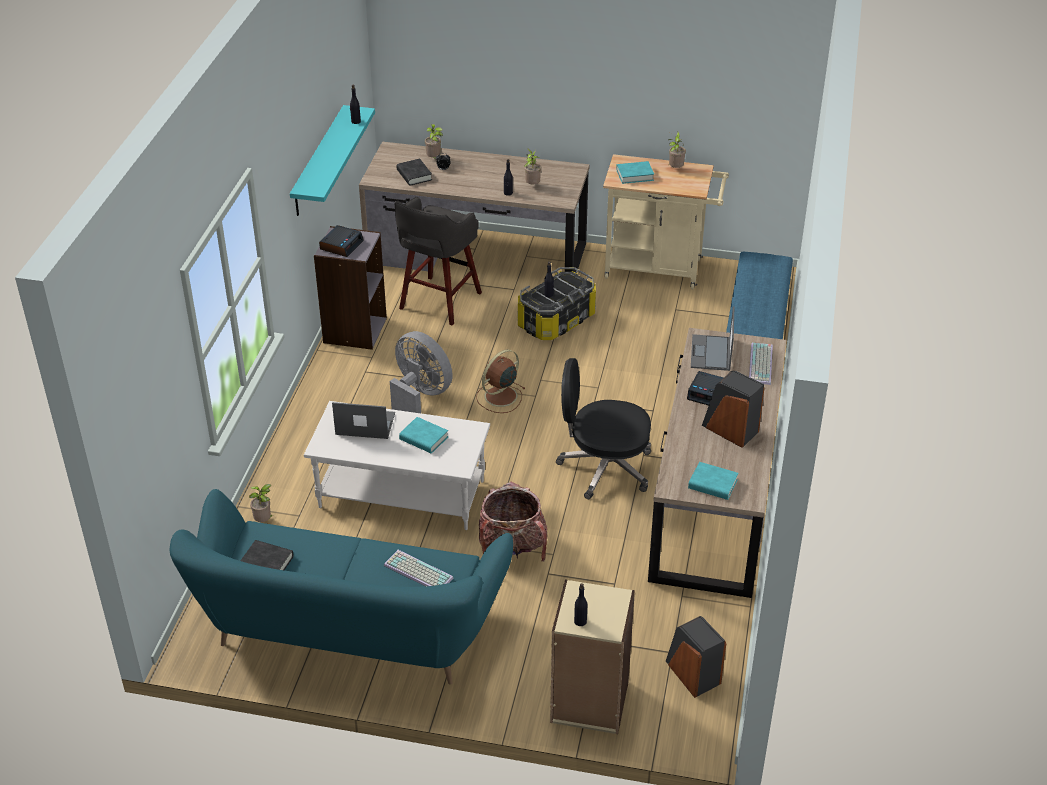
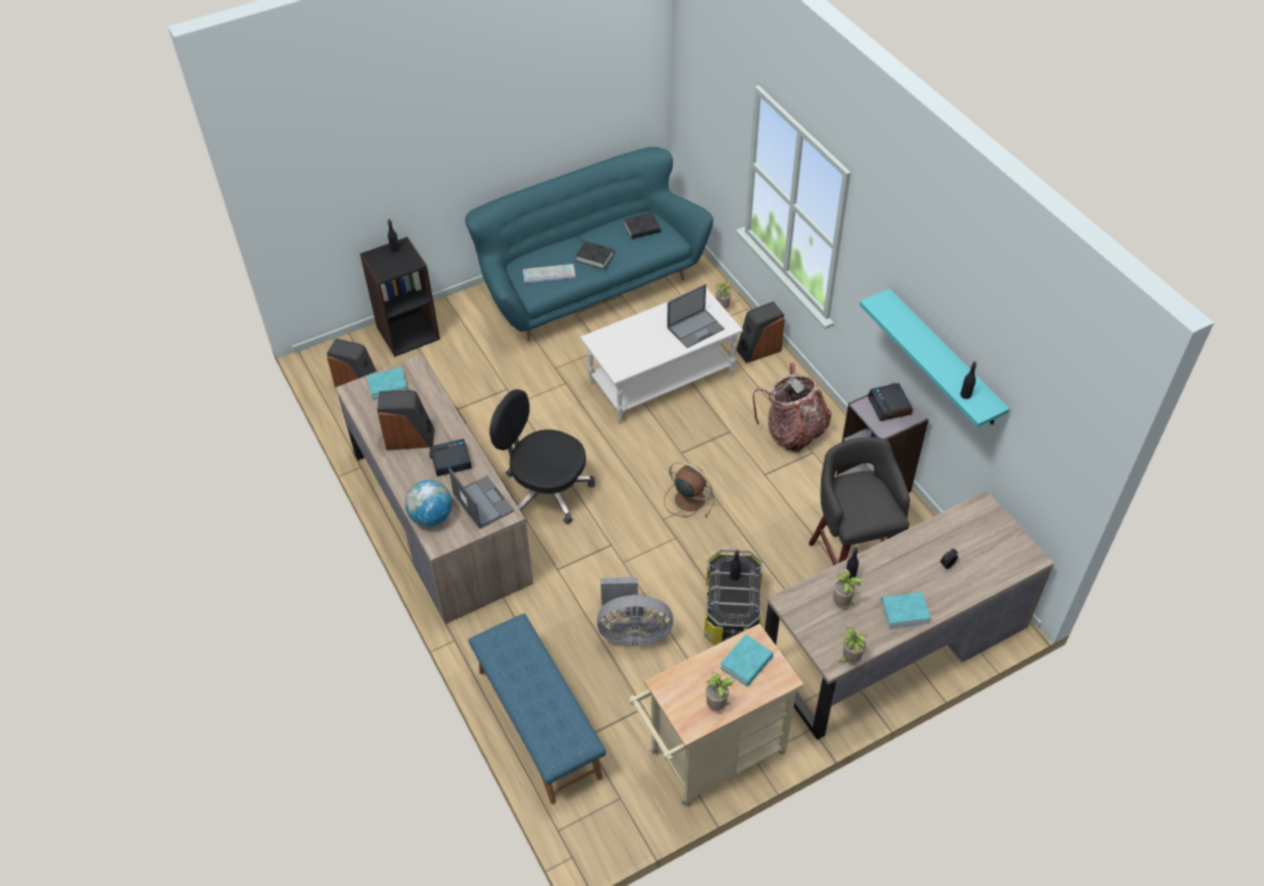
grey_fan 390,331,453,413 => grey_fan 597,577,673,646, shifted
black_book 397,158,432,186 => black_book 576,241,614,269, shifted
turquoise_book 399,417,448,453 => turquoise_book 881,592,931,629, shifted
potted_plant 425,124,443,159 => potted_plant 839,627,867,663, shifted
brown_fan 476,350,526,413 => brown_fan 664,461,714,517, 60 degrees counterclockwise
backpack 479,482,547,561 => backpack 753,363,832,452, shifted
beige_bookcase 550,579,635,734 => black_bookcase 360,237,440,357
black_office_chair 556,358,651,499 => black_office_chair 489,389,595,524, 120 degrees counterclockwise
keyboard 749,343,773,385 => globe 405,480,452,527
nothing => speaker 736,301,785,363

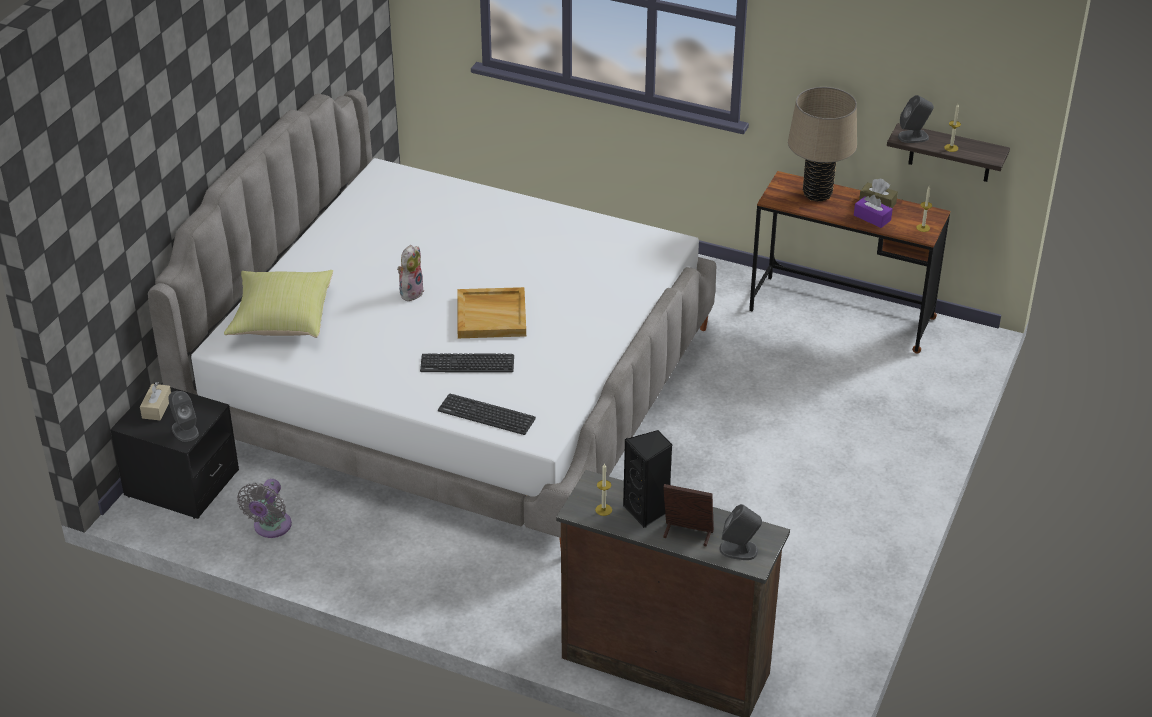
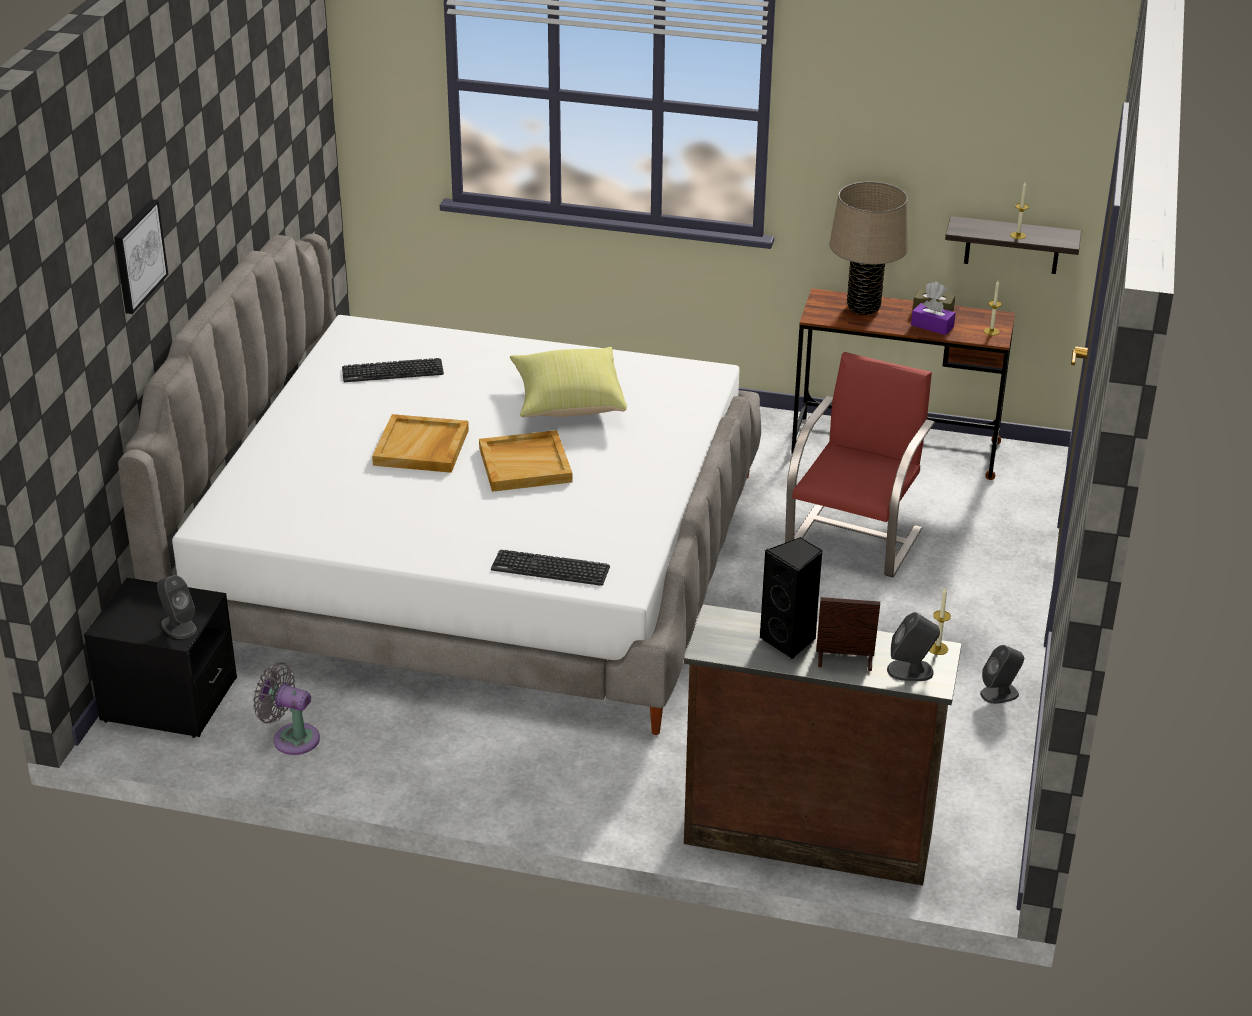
beige_tissue_box 140,382,171,420 => nothing
yellow_pillow 224,270,333,338 => yellow_pillow 510,347,627,417, shifted
grey_fan 237,479,292,538 => grey_fan 253,663,320,755, 105 degrees clockwise
plush_toy 397,245,424,301 => beige_tray 372,414,469,473
keyboard 420,353,514,373 => keyboard 342,358,444,382, shifted
candle 595,463,612,516 => candle 929,587,951,655, shifted
grey_speaker 898,95,934,143 => grey_speaker 980,645,1024,704, shifted
nothing => picture 114,199,169,314
nothing => red_chair 785,352,935,577

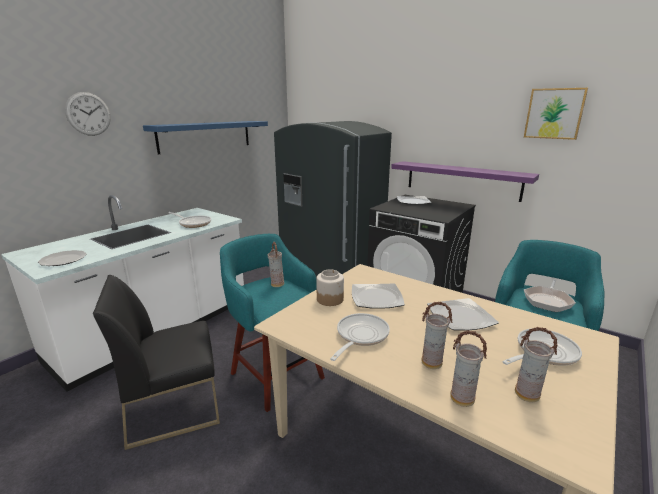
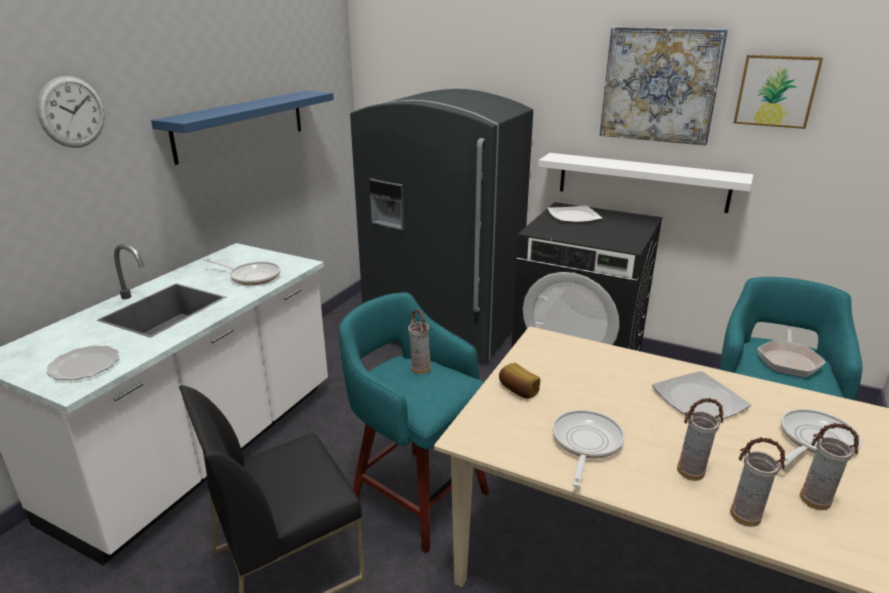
jar 316,269,344,306 => bread 499,363,540,399
plate 352,283,405,309 => nothing
purple_shelf 391,161,539,202 => white_shelf 538,153,753,213
nothing => picture 600,27,728,146

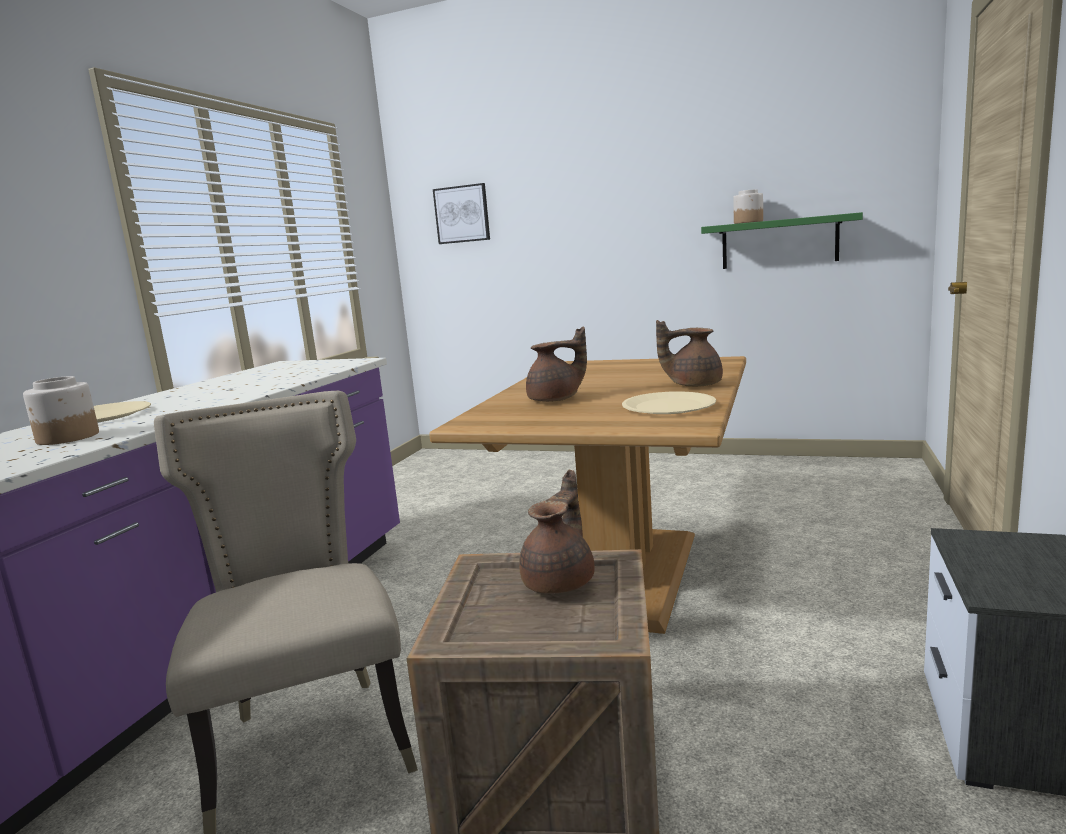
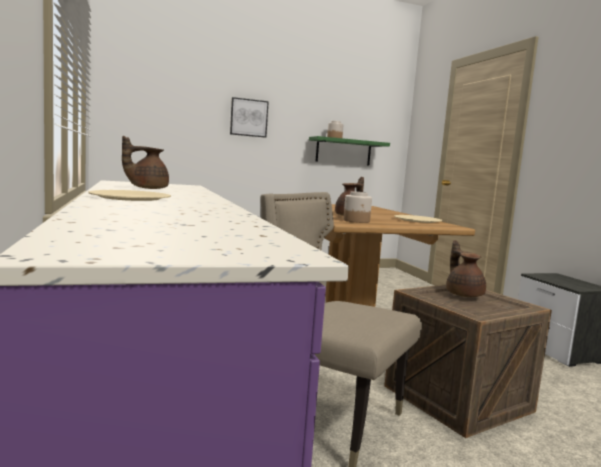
jar 23,376,99,445 => jar 343,191,372,223, shifted
picture 433,183,490,244 => picture 230,97,269,138, shifted
brown_teapot 656,320,723,387 => brown_teapot 122,136,169,189, shifted

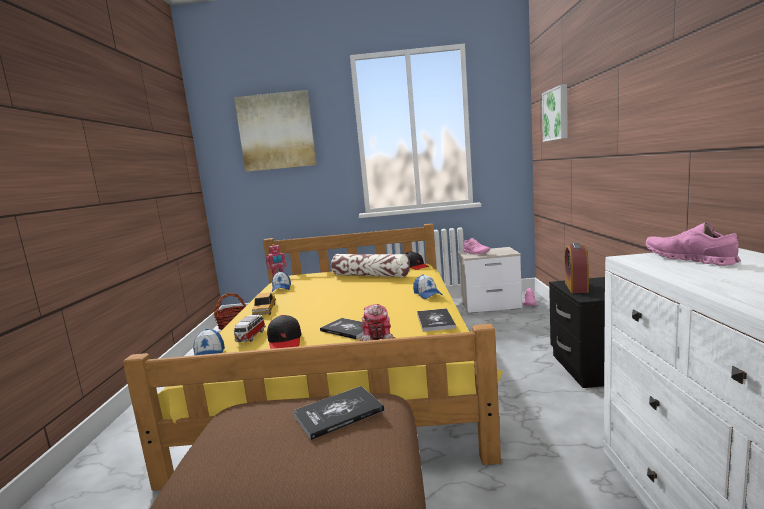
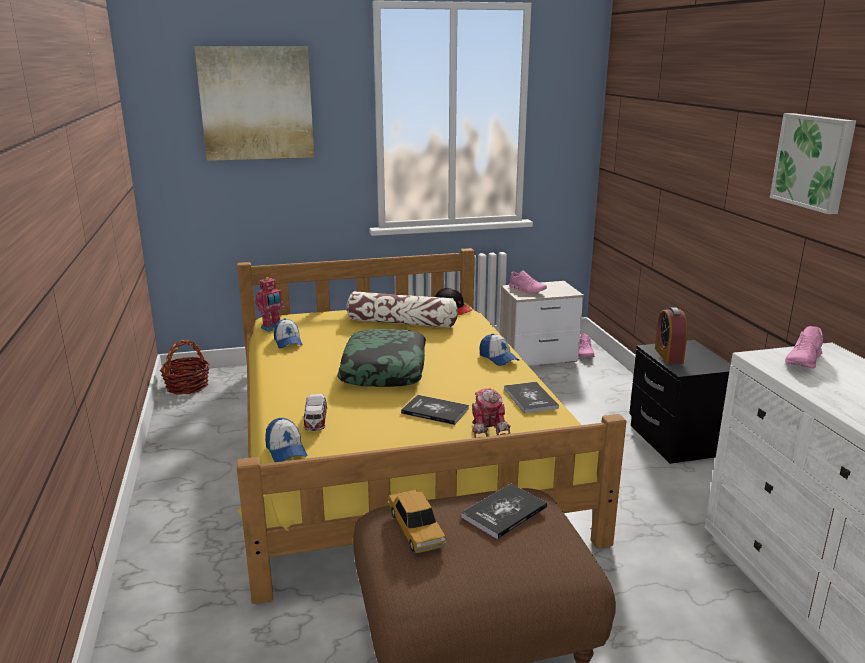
toy_car 252,292,276,315 => toy_car 387,490,446,553, shifted
black_cap 267,315,301,349 => nothing
picture 542,84,568,142 => picture 770,113,856,214, shifted
pink_shoe 646,223,741,266 => pink_shoe 785,326,823,368, 105 degrees counterclockwise
nothing => pillow 337,329,426,387

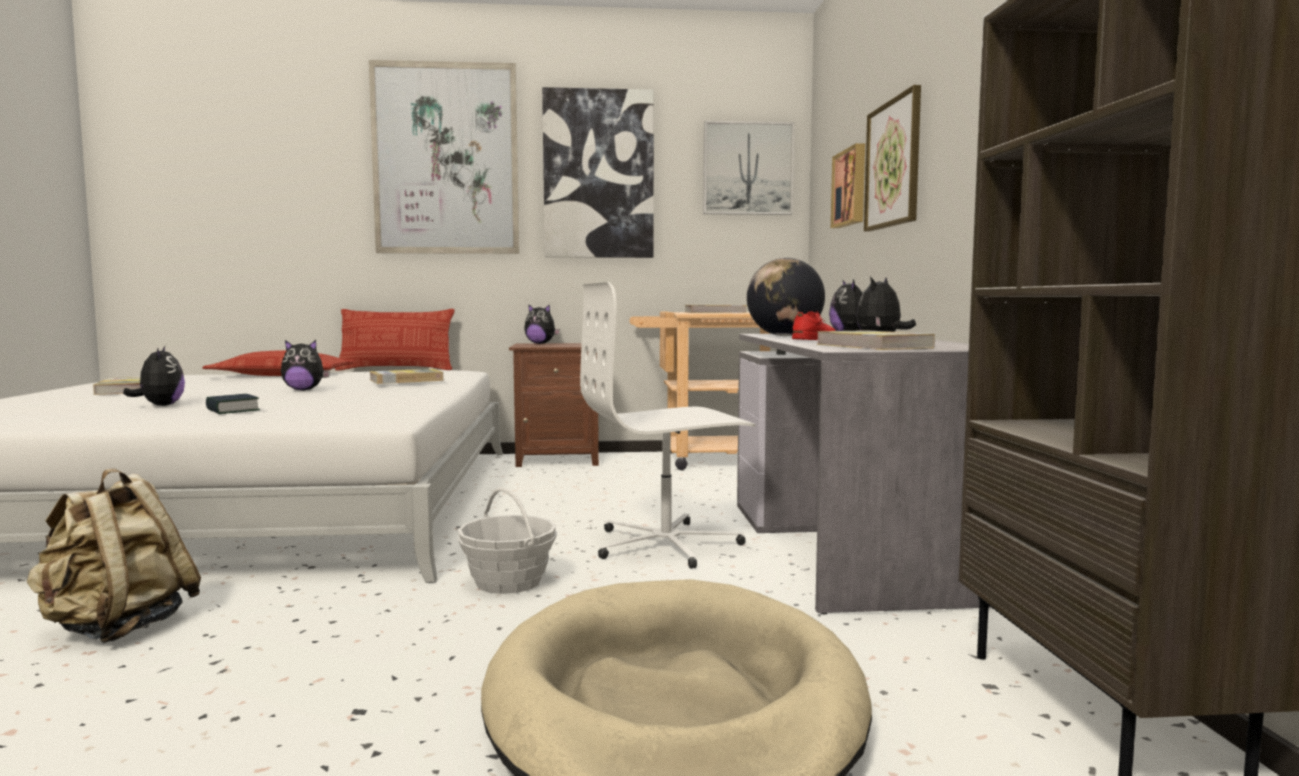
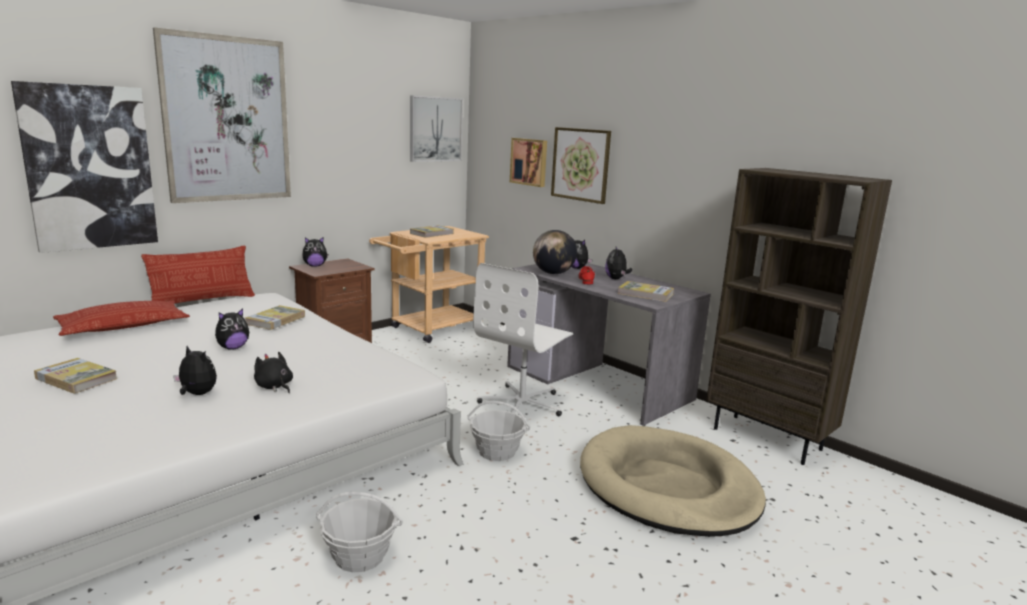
beige_backpack 27,469,201,643 => basket 316,492,403,572
book 206,394,260,414 => black_plush_toy 254,352,293,393
picture 542,87,654,258 => picture 11,81,158,253, shifted

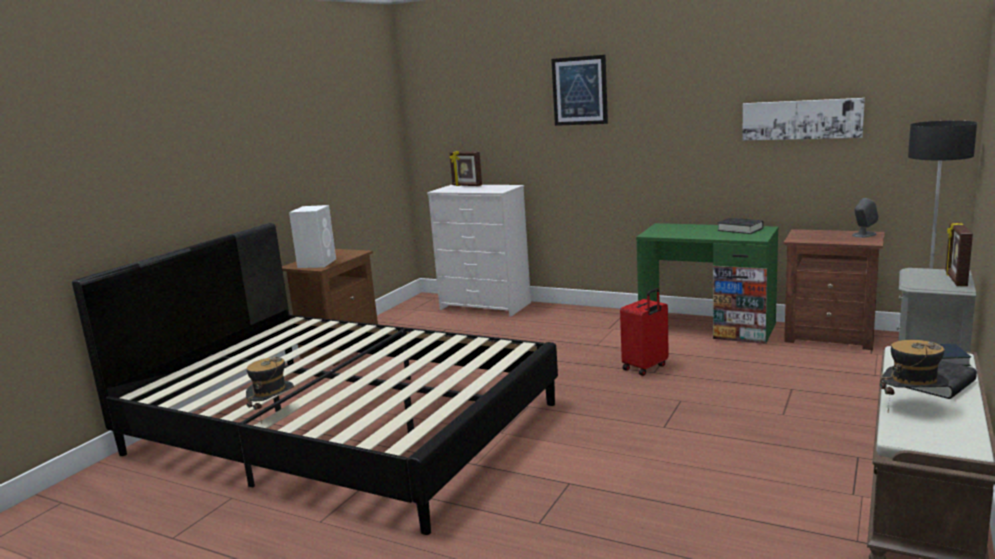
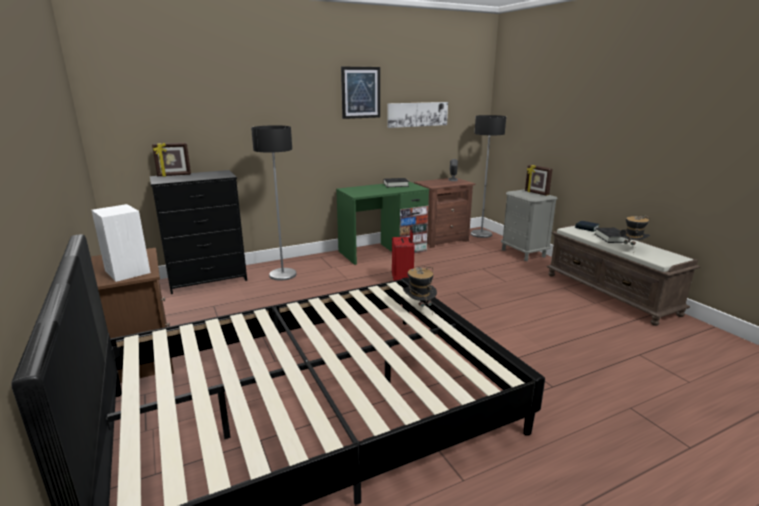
hat 246,357,294,424 => hat 403,266,437,314, shifted
white_dresser 427,185,531,317 => black_dresser 150,170,247,294
picture 551,55,608,126 => picture 341,67,380,119, shifted
nothing => floor_lamp 251,125,296,281

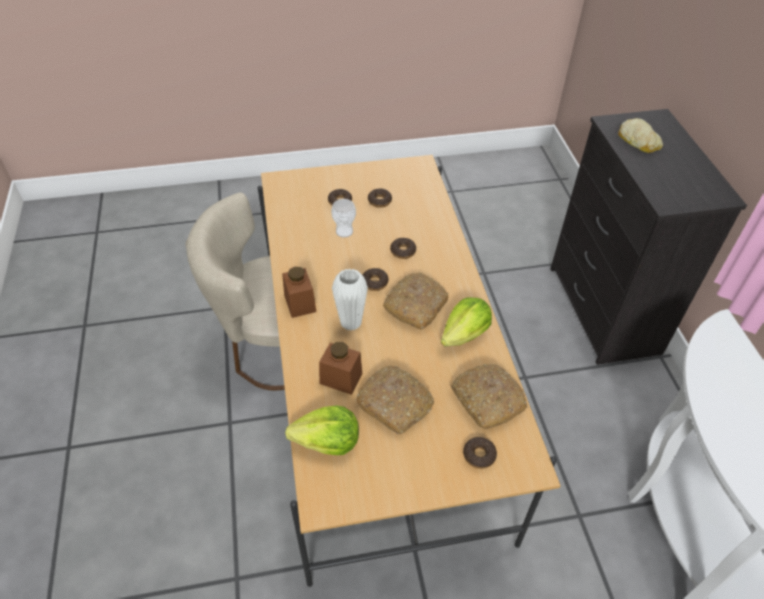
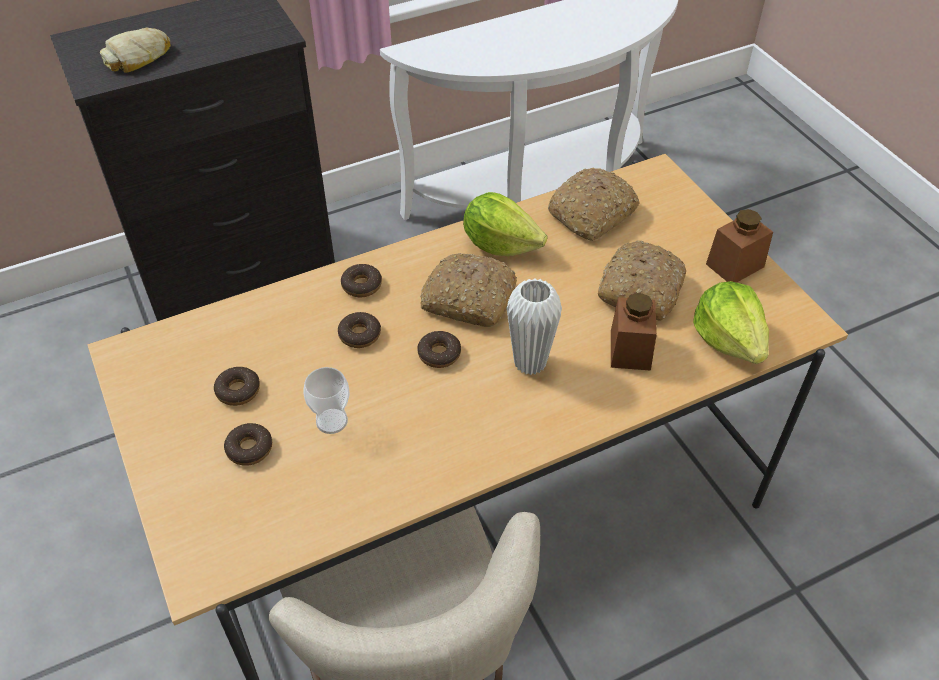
brown_jar 282,267,316,318 => brown_jar 706,209,773,282, shifted
donut 463,437,497,469 => donut 341,264,382,297, shifted

